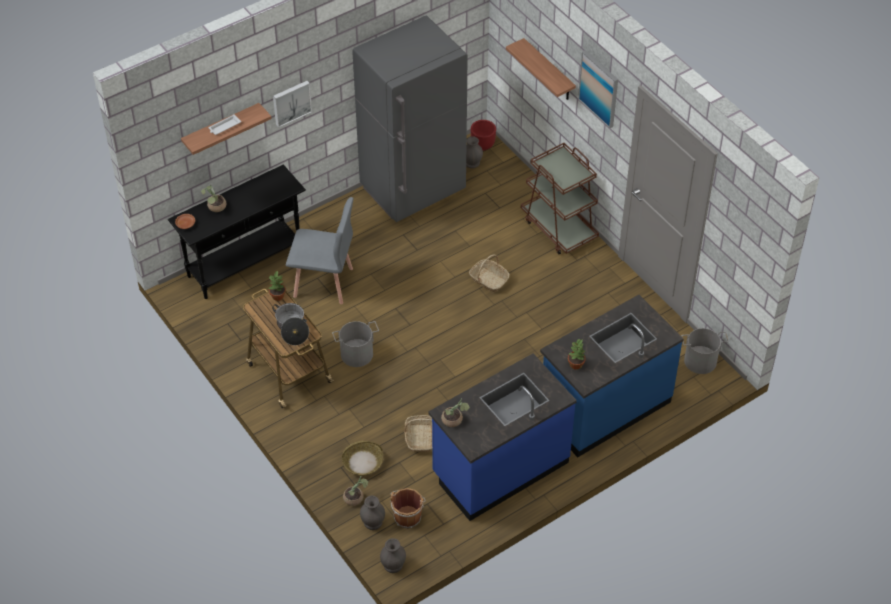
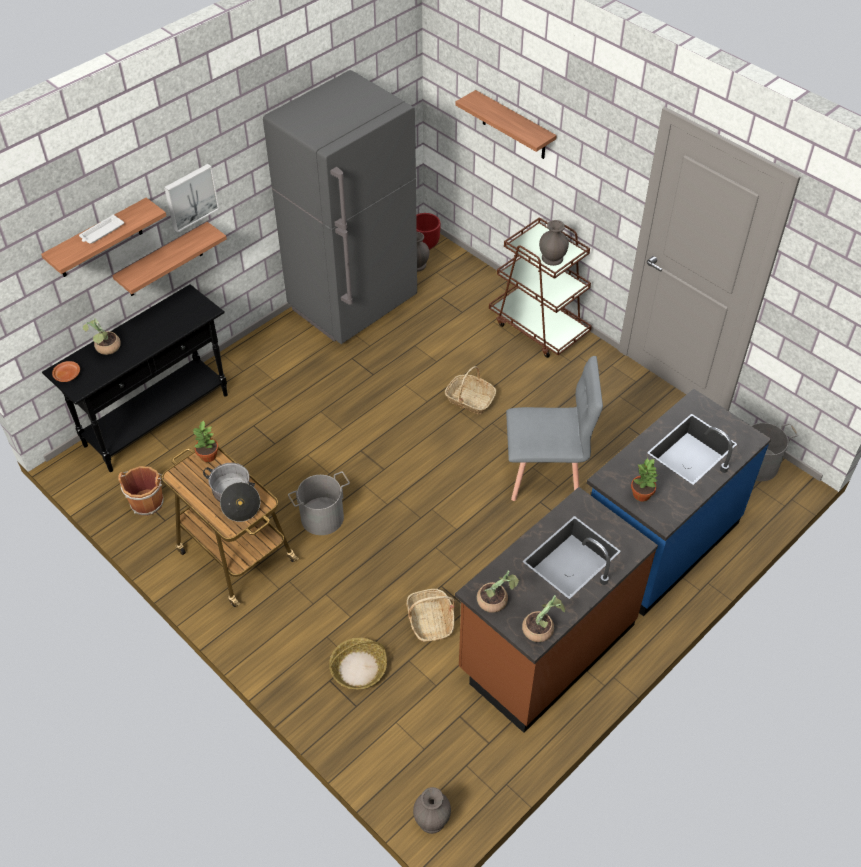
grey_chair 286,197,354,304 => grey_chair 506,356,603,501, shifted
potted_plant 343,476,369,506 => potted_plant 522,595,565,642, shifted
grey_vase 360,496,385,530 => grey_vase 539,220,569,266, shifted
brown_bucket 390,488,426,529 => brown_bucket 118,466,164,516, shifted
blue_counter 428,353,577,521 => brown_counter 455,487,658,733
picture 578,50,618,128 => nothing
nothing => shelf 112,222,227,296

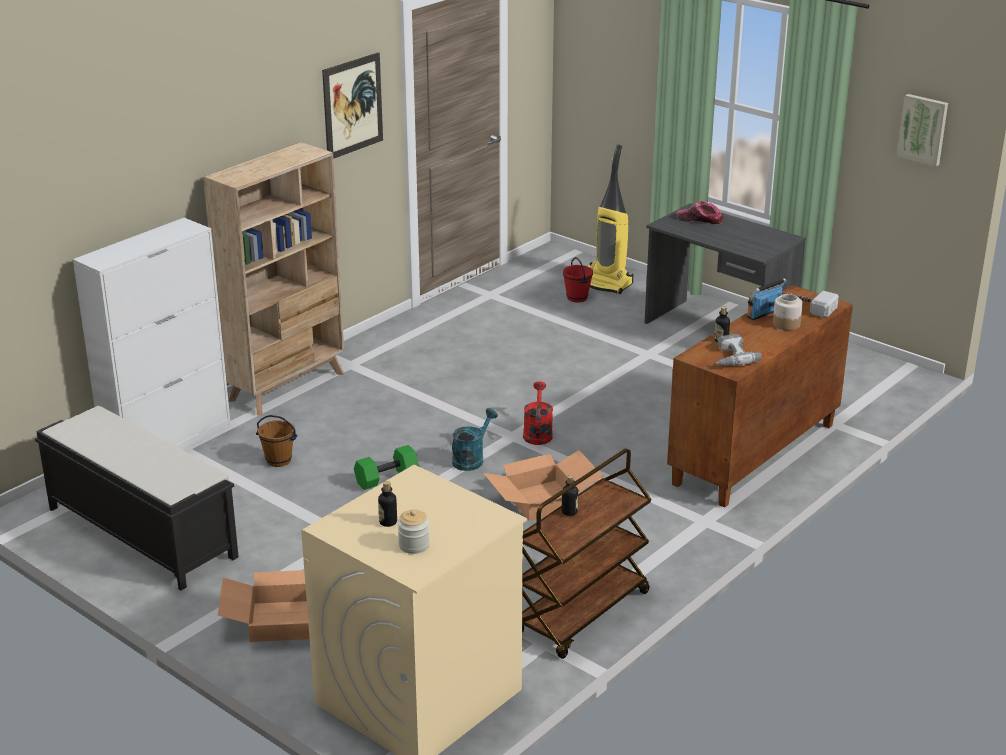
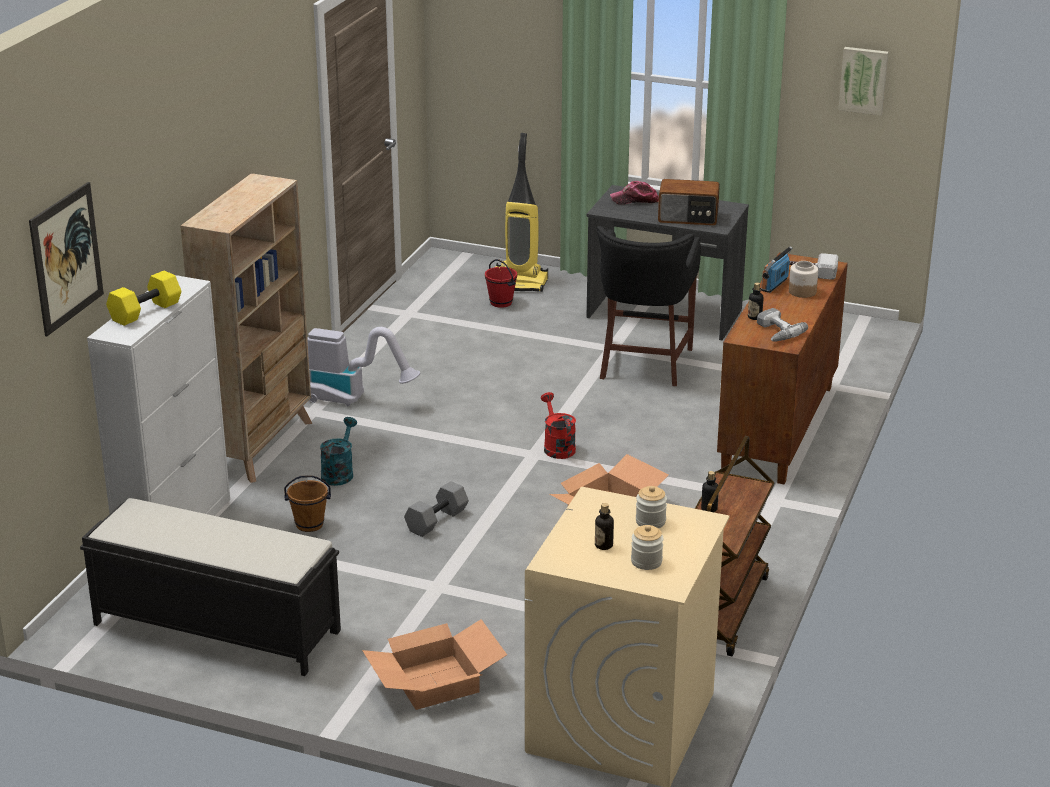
picture 322,52,383,159 => picture 29,182,104,336, shifted
green_dumbbell 354,445,419,490 => grey_dumbbell 404,481,469,537
turquoise_watering_can 452,408,498,471 => turquoise_watering_can 320,417,357,486, shifted
nothing => yellow_dumbbell 106,271,181,326
nothing => vacuum_cleaner 307,327,420,406
nothing => black_stool 597,226,701,386
nothing => jar 636,486,667,528
nothing => radio 658,179,720,225

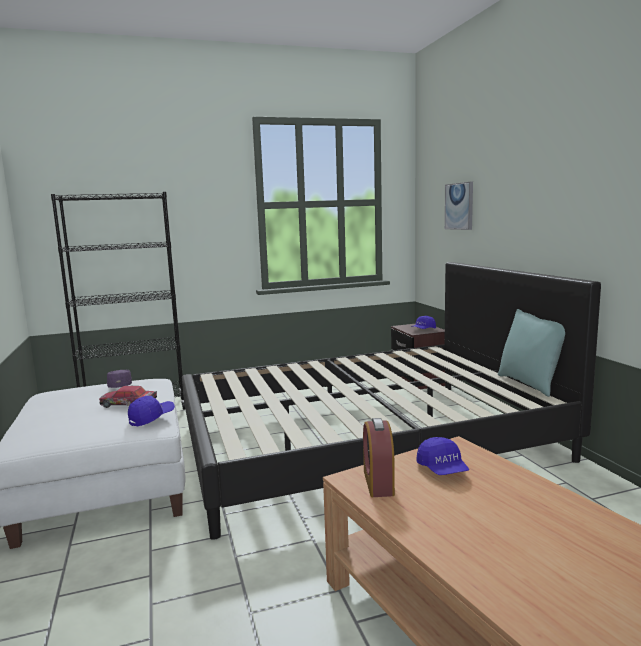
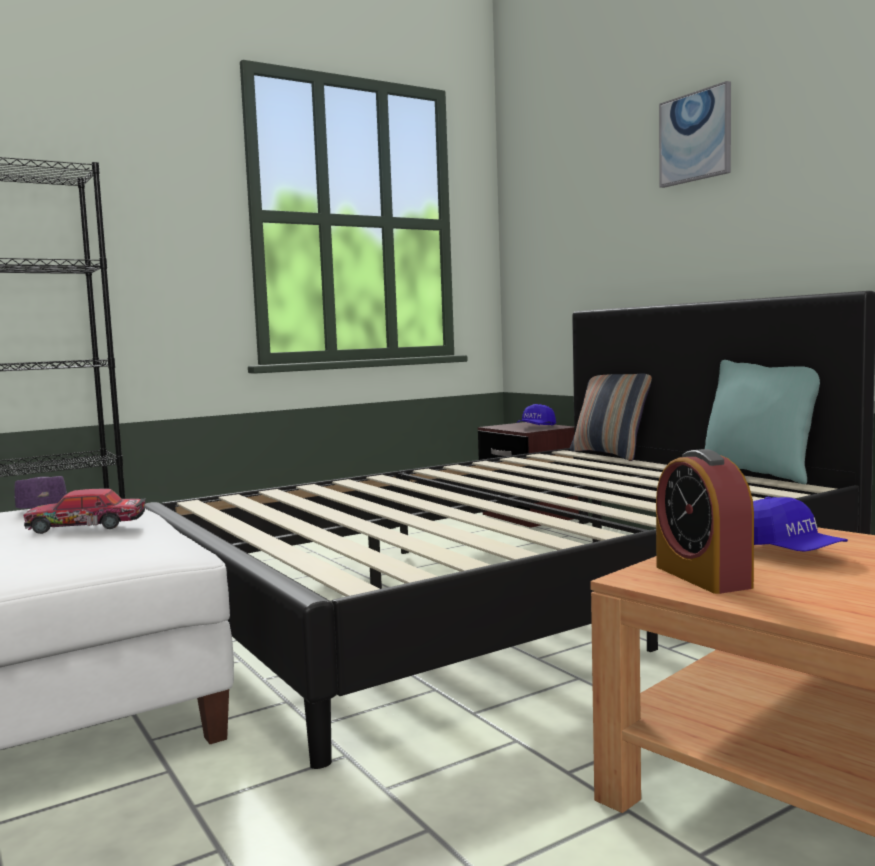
blue_cap 128,396,175,427 => nothing
picture 445,182,473,230 => picture 659,81,731,188, shifted
nothing => pillow 570,373,652,461

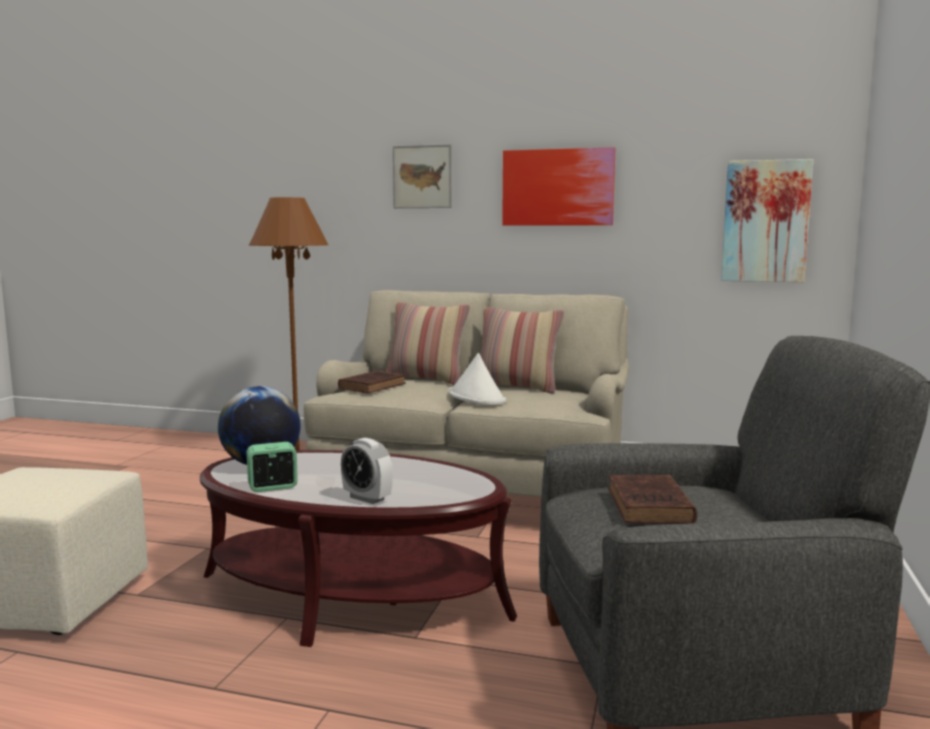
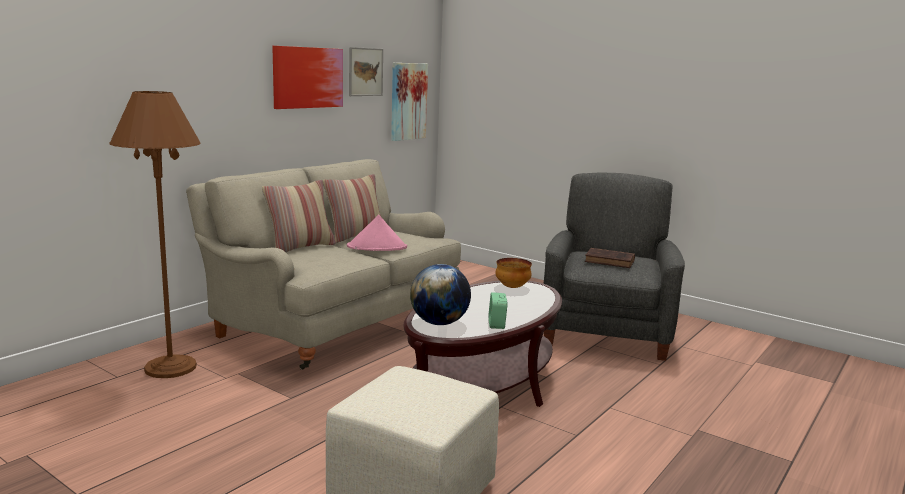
brown_book 338,371,406,393 => nothing
alarm_clock 341,438,393,504 => nothing
picture 393,144,452,208 => picture 349,47,383,96, shifted
white_hat 449,353,506,405 => pink_hat 347,215,407,251
nothing => bowl 496,258,532,288

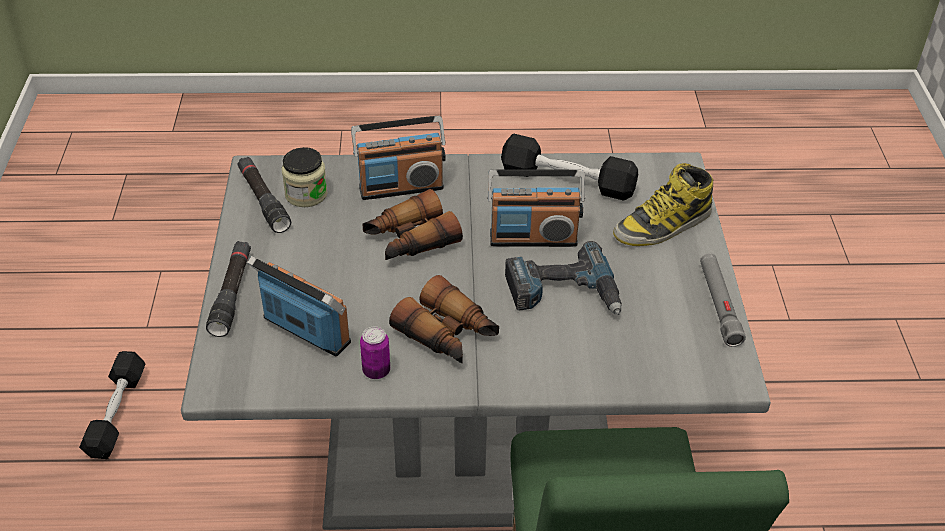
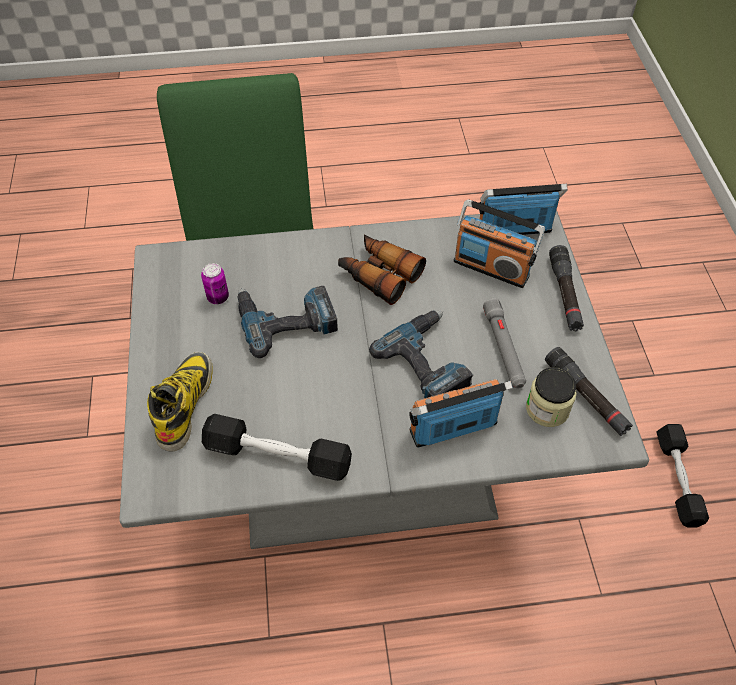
can 360,327,390,379 => can 201,263,229,304, shifted
binoculars 362,189,463,260 => power_drill 369,310,474,398
radio 487,169,585,247 => radio 479,184,568,235, shifted
boot 613,163,714,246 => boot 147,352,213,451, 45 degrees counterclockwise
grey_flashlight 700,253,746,347 => grey_flashlight 483,299,526,389, shifted

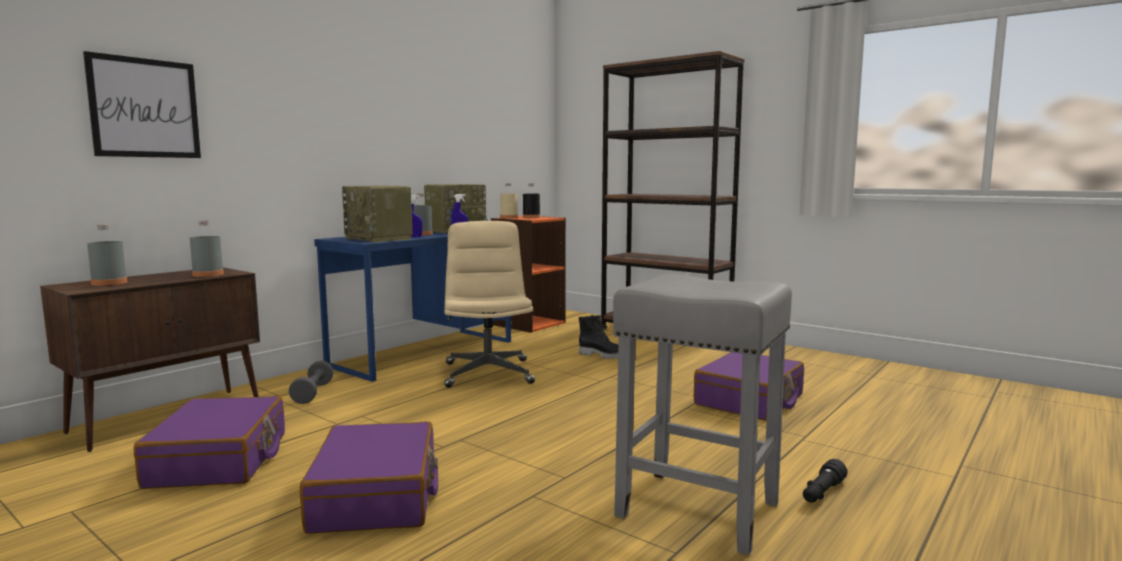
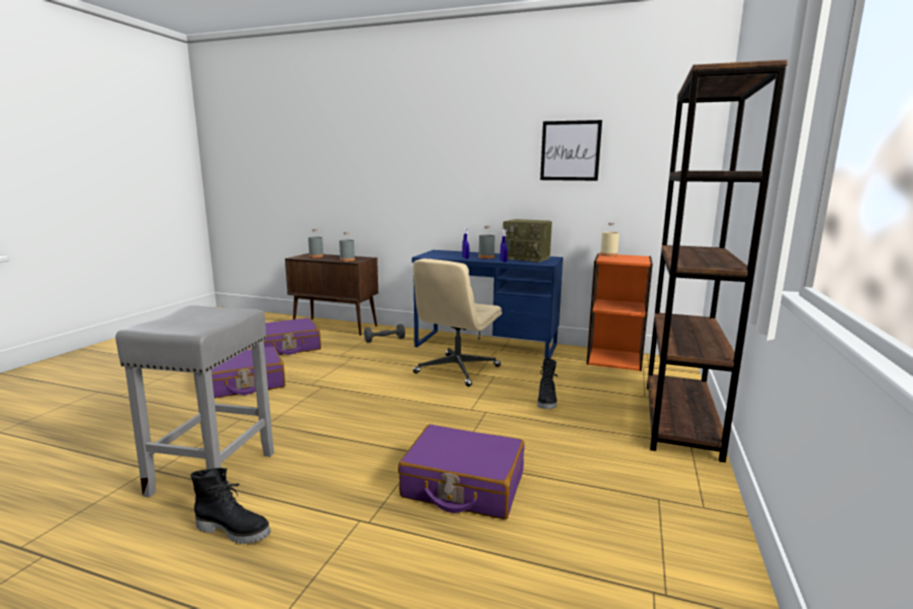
picture 83,51,201,158 => picture 540,120,602,181, shifted
radio 342,185,412,243 => nothing
beige_office_chair 444,221,535,388 => beige_office_chair 413,259,502,387, 150 degrees clockwise
black_bottle 523,183,540,218 => nothing
black_flashlight 803,459,848,502 => black_boot 191,468,271,544

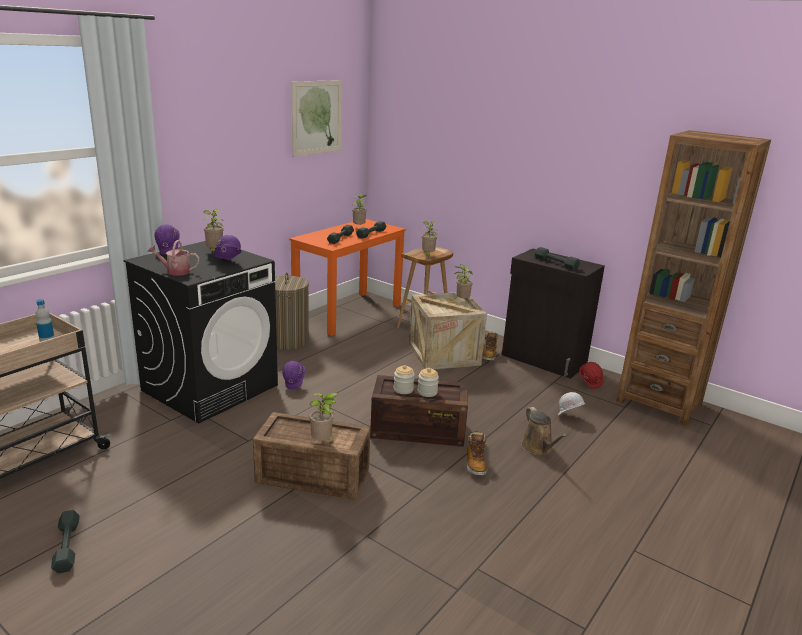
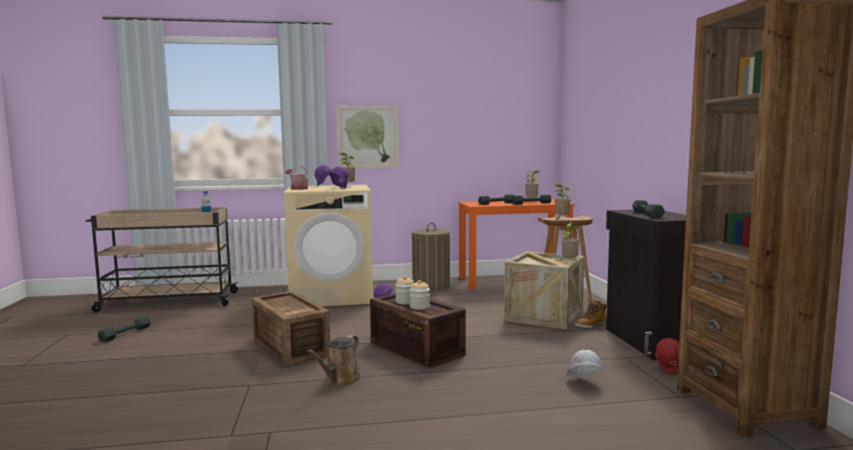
black_washing_machine 124,241,278,423 => beige_washing_machine 284,185,373,306
picture 291,80,342,157 => picture 336,105,399,168, shifted
potted_plant 310,392,338,440 => nothing
boot 467,432,487,476 => nothing
brown_watering_can 521,407,567,455 => brown_watering_can 307,335,361,386, shifted

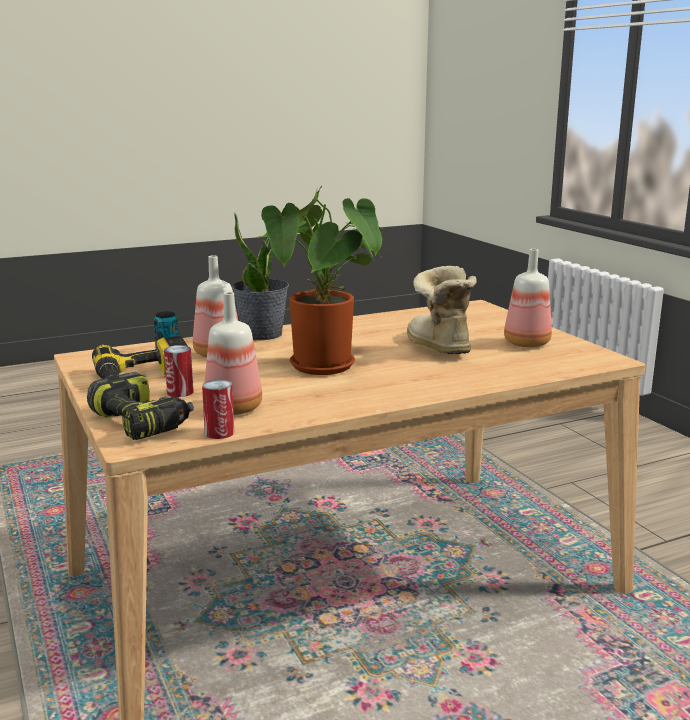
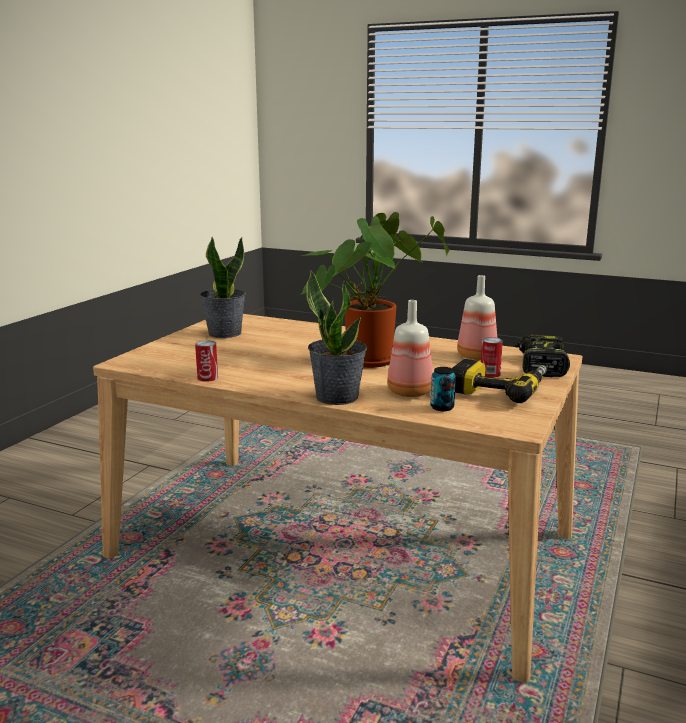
can 202,380,234,439 => can 195,340,218,382, shifted
boot 407,266,477,354 => nothing
bottle 504,249,552,347 => potted_plant 200,237,246,338

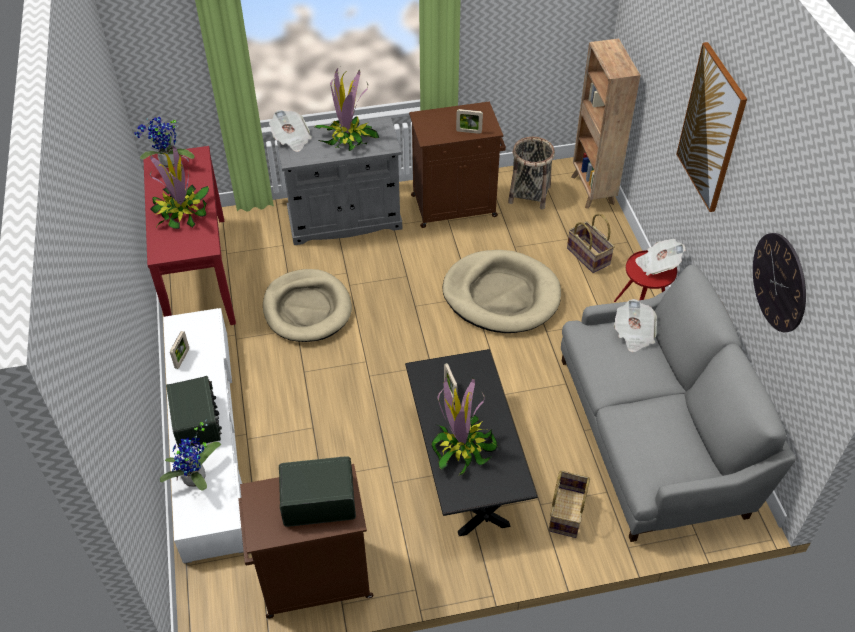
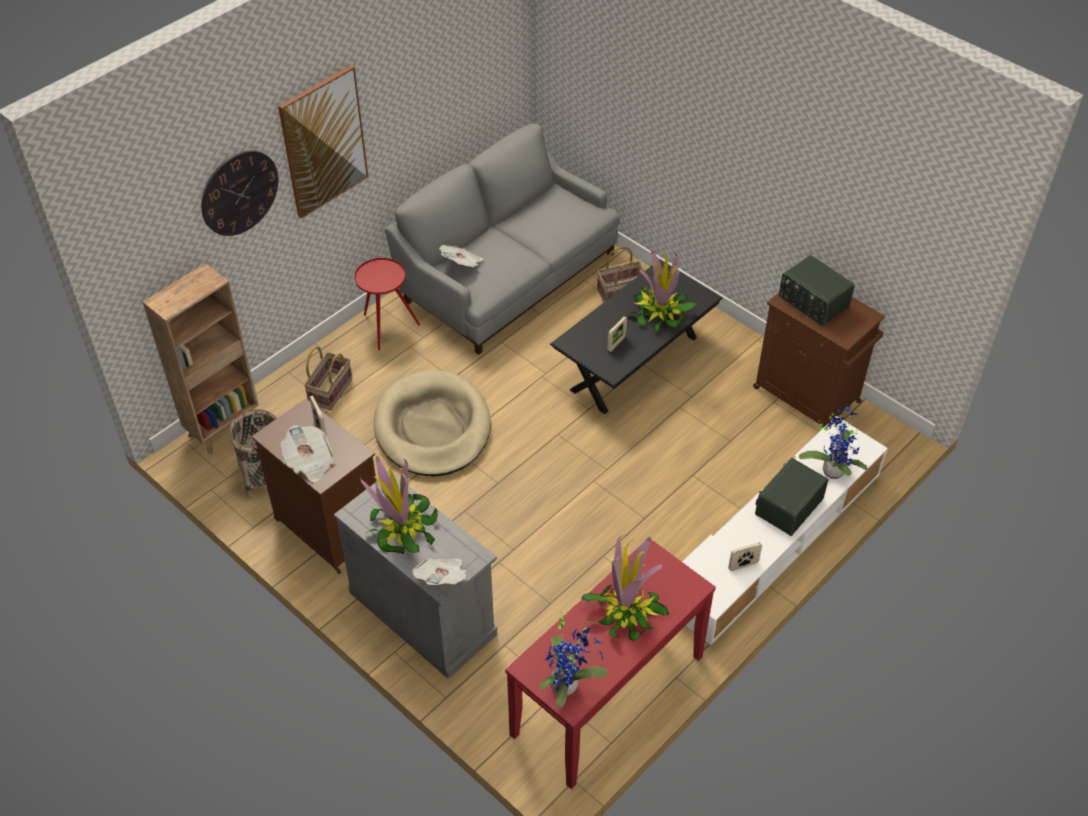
beige_dog_bed 263,269,352,342 => nothing
newspaper 635,239,686,276 => newspaper 280,425,335,482, shifted
wall_clock 753,233,806,332 => wall_clock 201,150,278,236, shifted

